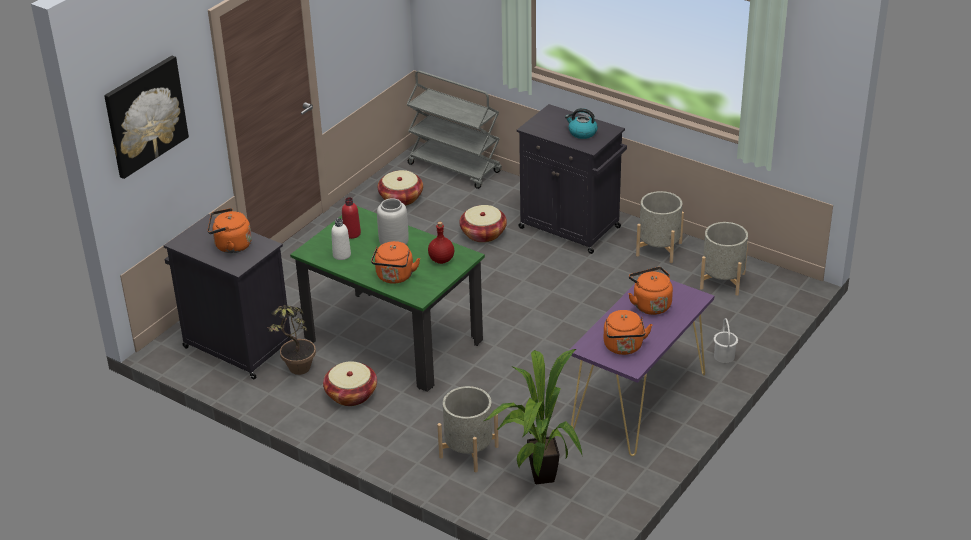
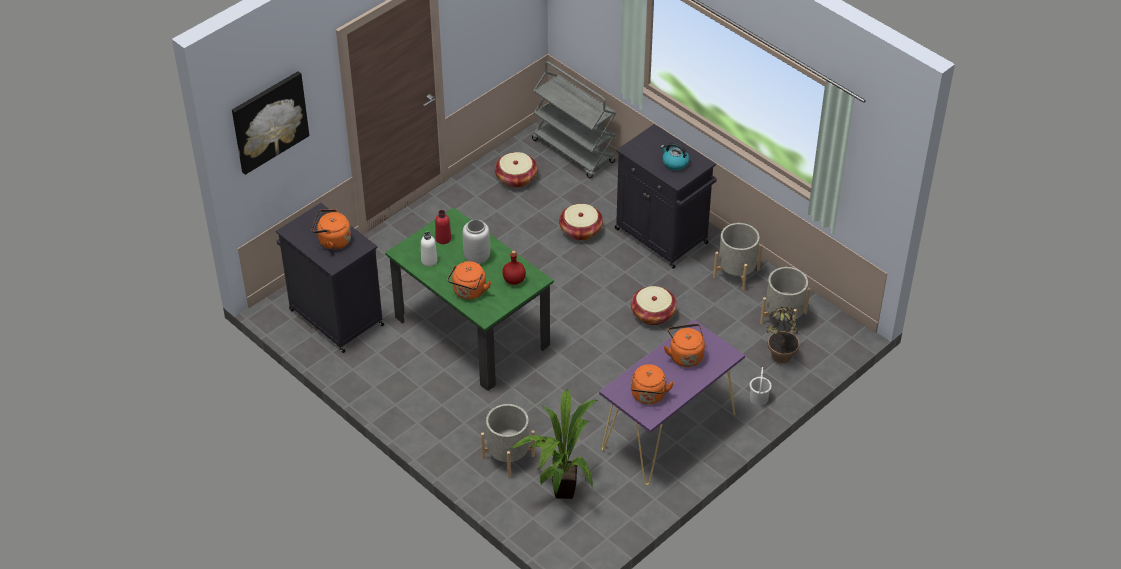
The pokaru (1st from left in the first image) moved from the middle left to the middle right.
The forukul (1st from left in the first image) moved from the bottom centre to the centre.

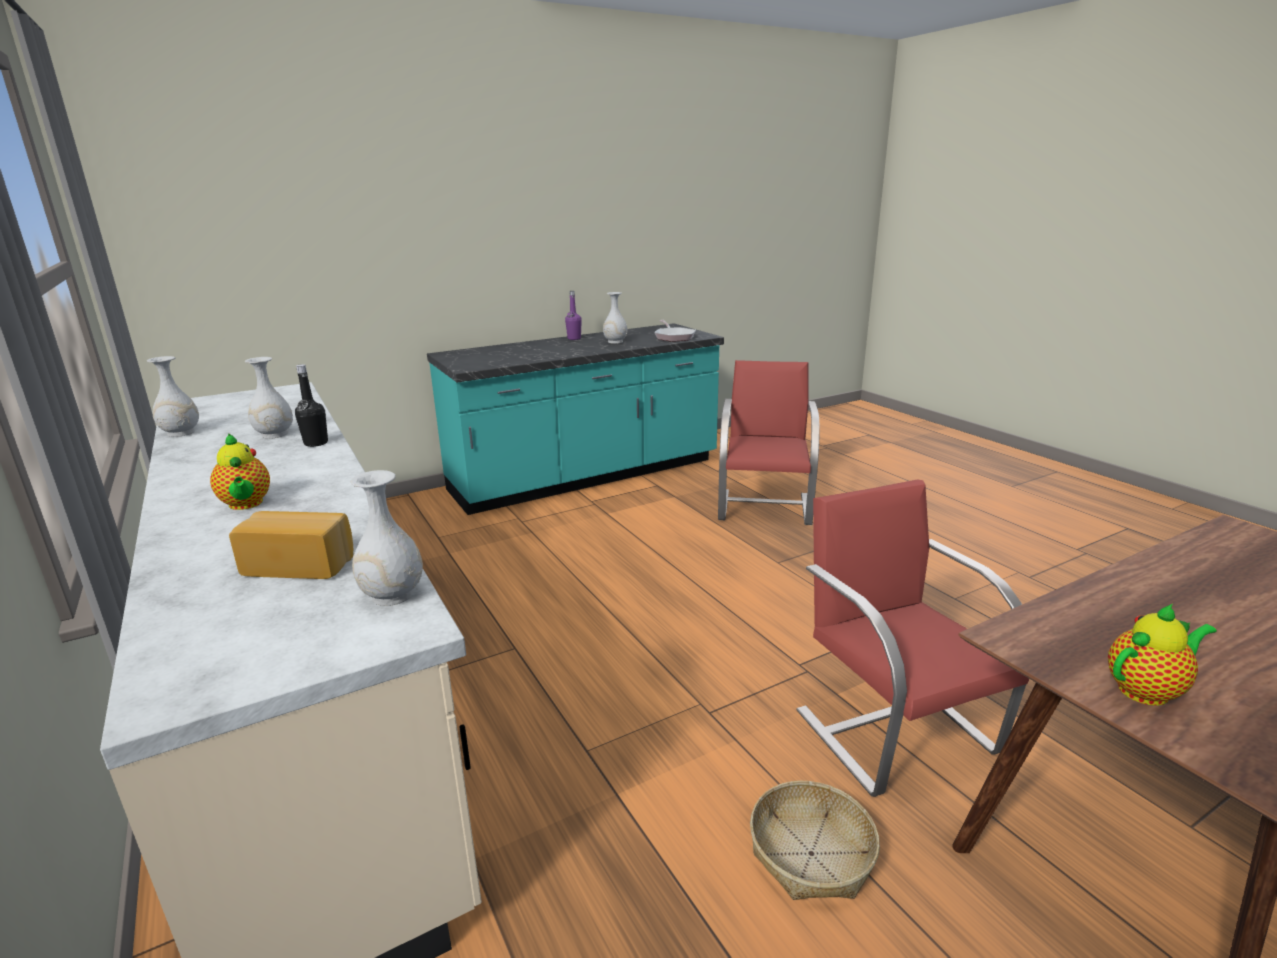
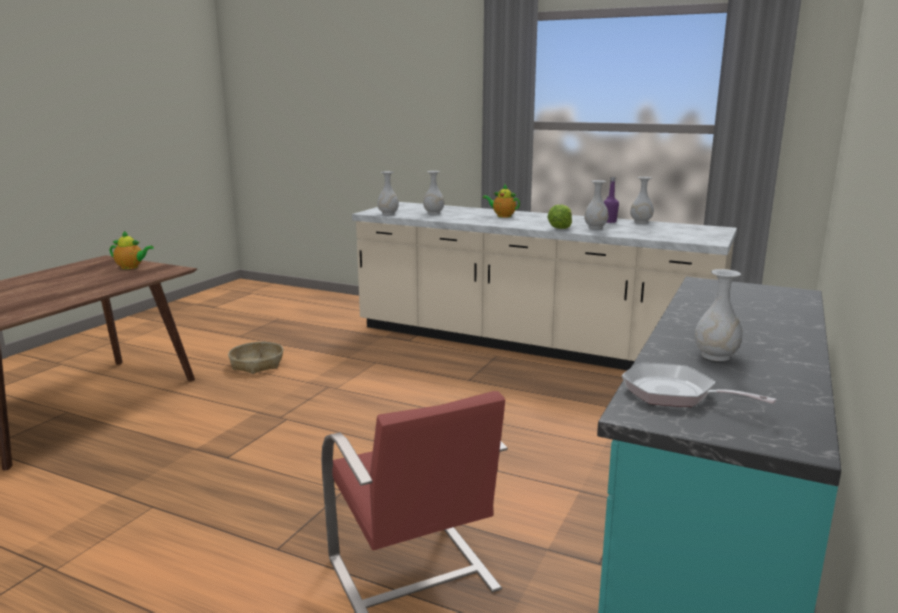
The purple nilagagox moved from the top centre to the top right.
The black nilagagox at the middle left was replaced by the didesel at the centre.
The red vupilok (2nd from left) at the middle right disappeared.
The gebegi at the middle left was replaced by the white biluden (2nd from left) at the top centre.
The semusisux (2nd from left in the first image) at the bottom right turned 120 degrees counterclockwise.

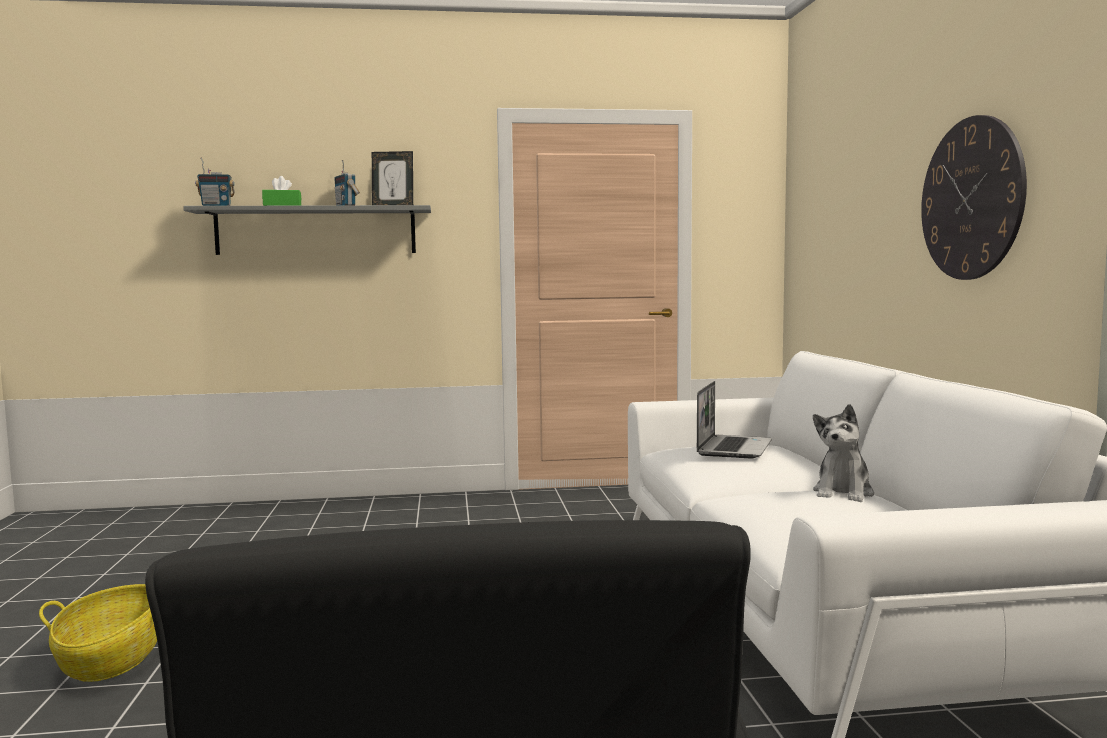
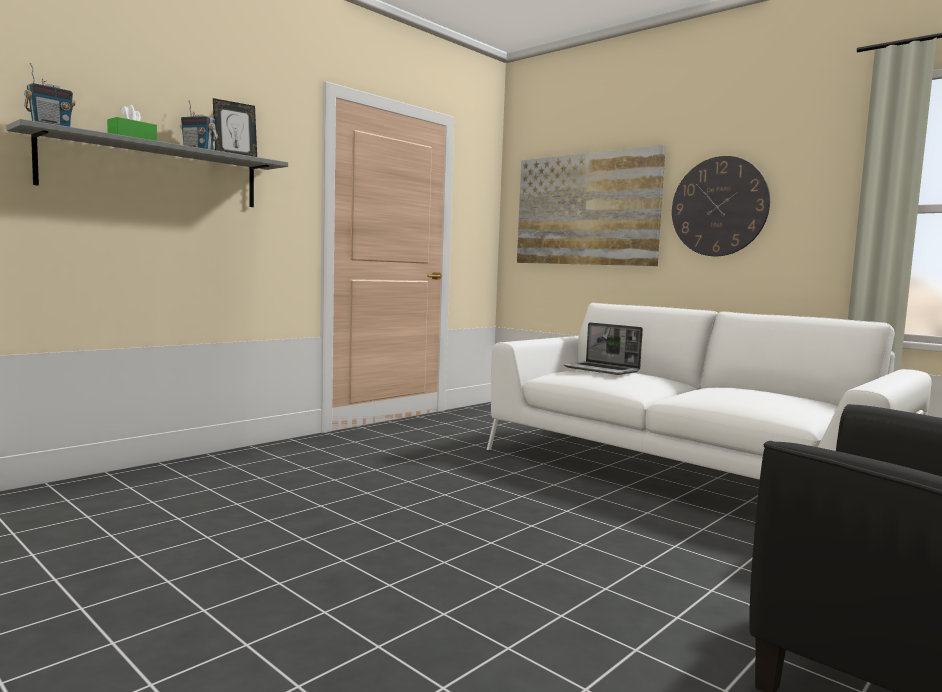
The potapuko at the centre turned 150 degrees clockwise.
The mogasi at the middle right disappeared.
The forukul at the bottom left disappeared.
The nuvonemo at the top centre appeared.

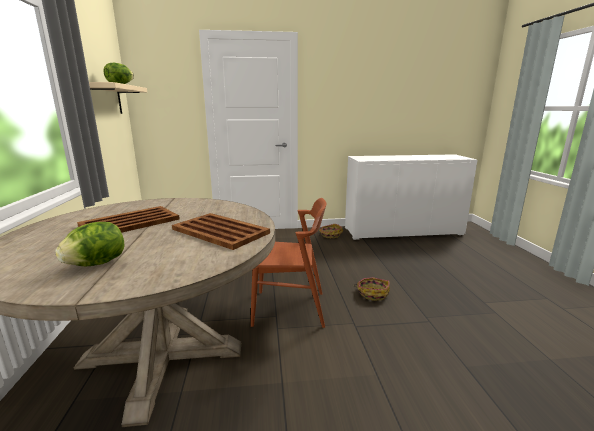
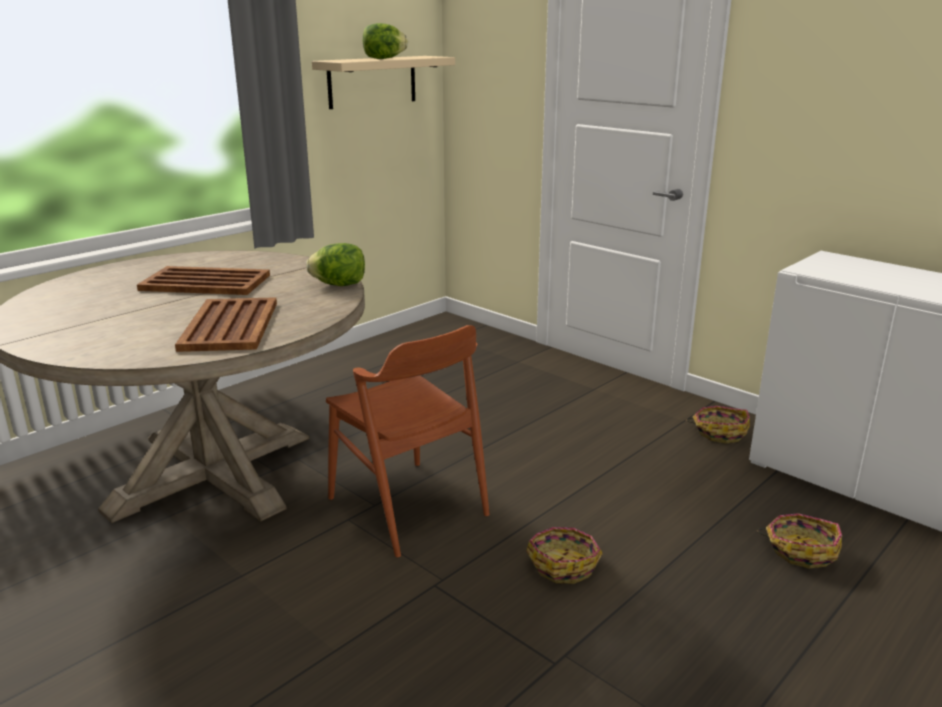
The didesel (1st from left) moved from the middle left to the centre.
The forukul (3rd from left) at the bottom right appeared.

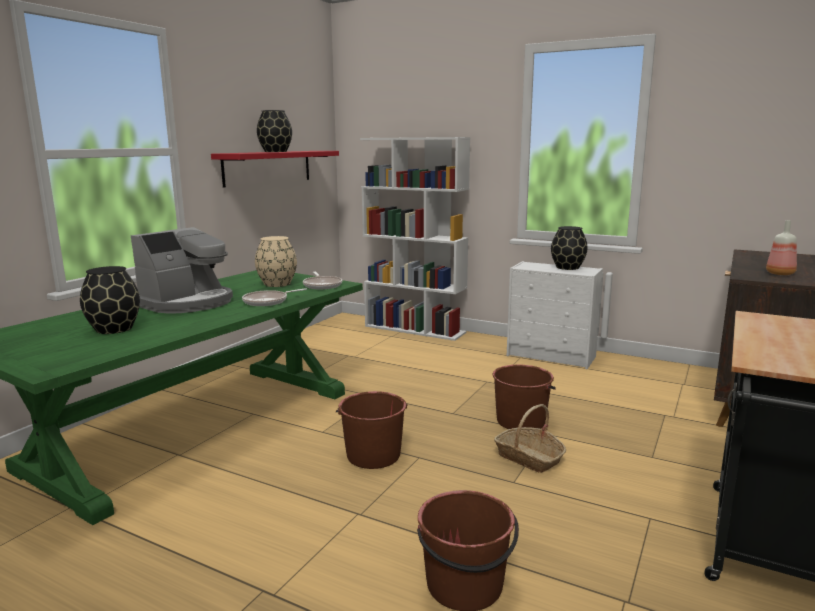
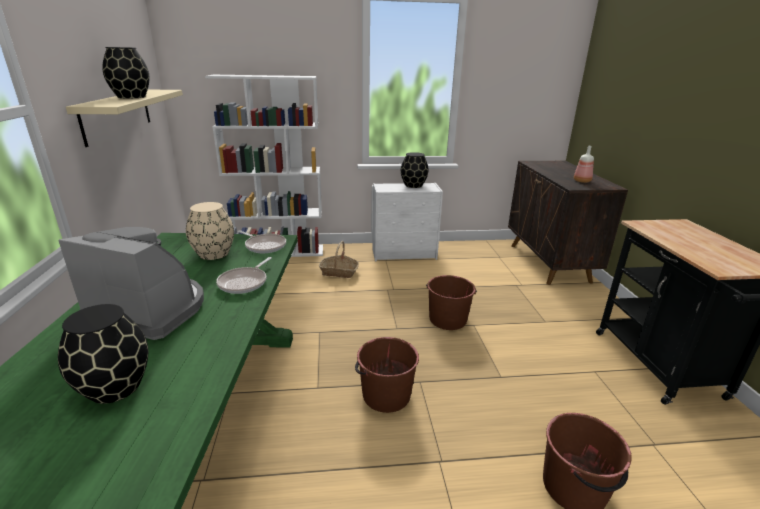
The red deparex at the top centre became the beige deparex at the top left.
The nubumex at the middle left turned 75 degrees counterclockwise.
The forukul moved from the bottom centre to the centre.

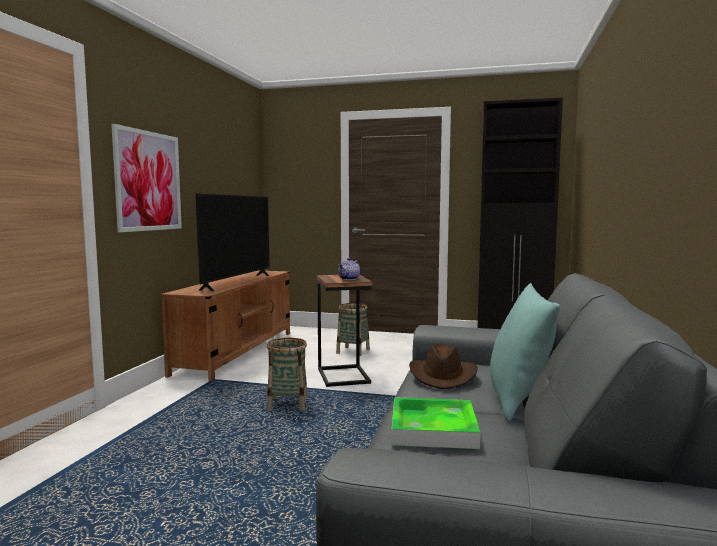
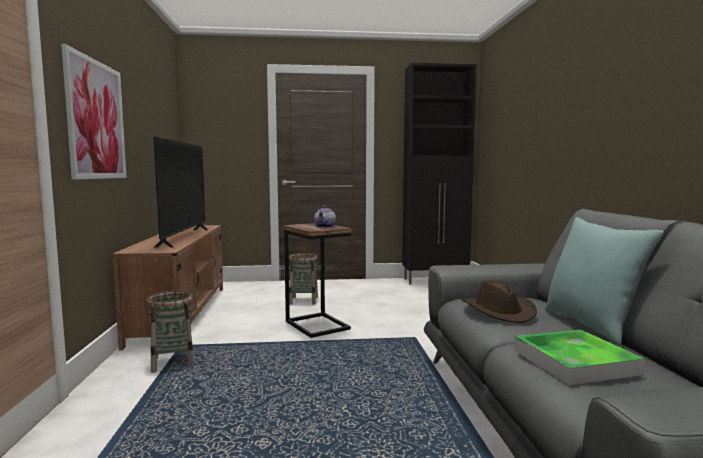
The forukul (1st from left) moved from the bottom centre to the bottom left.

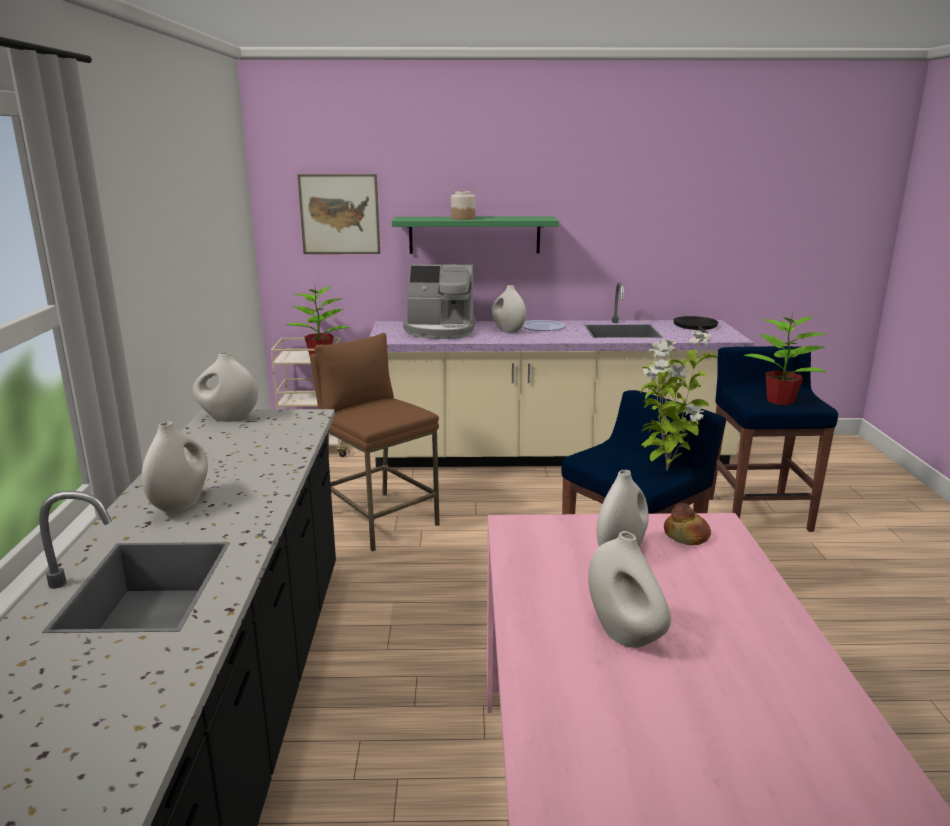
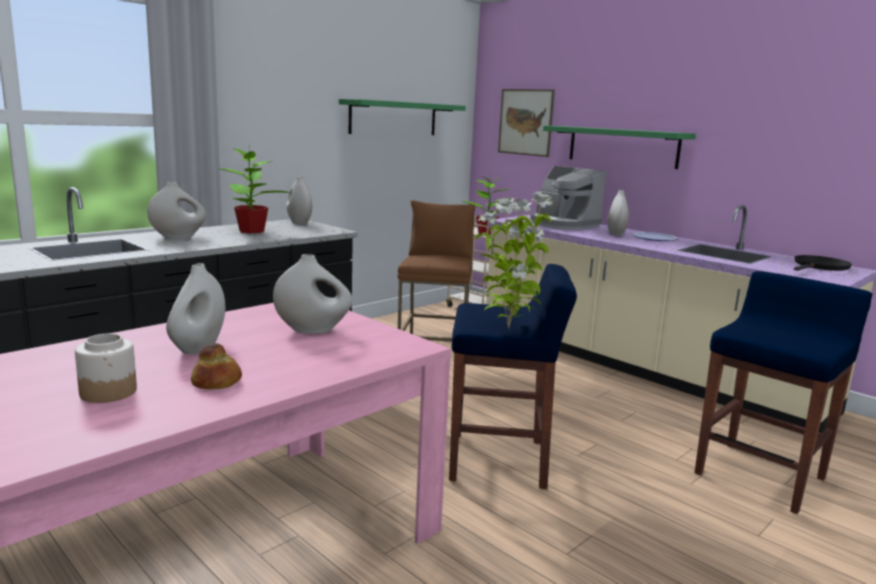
The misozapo moved from the top centre to the middle left.
The pokaru (3rd from left in the first image) moved from the middle right to the top left.
The gebegi moved from the middle right to the middle left.
The green deparex (1st from left) at the top centre appeared.

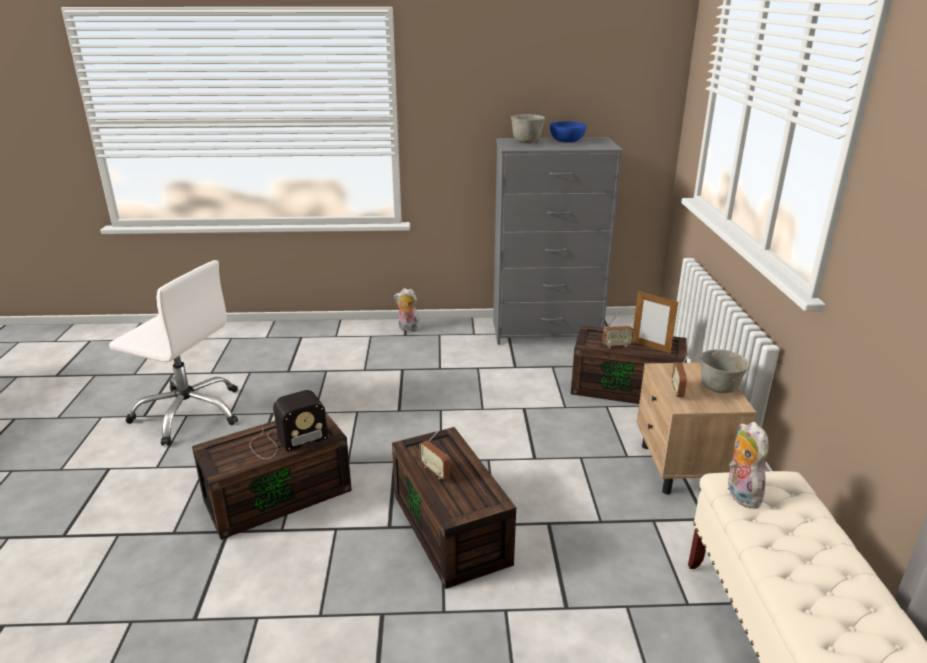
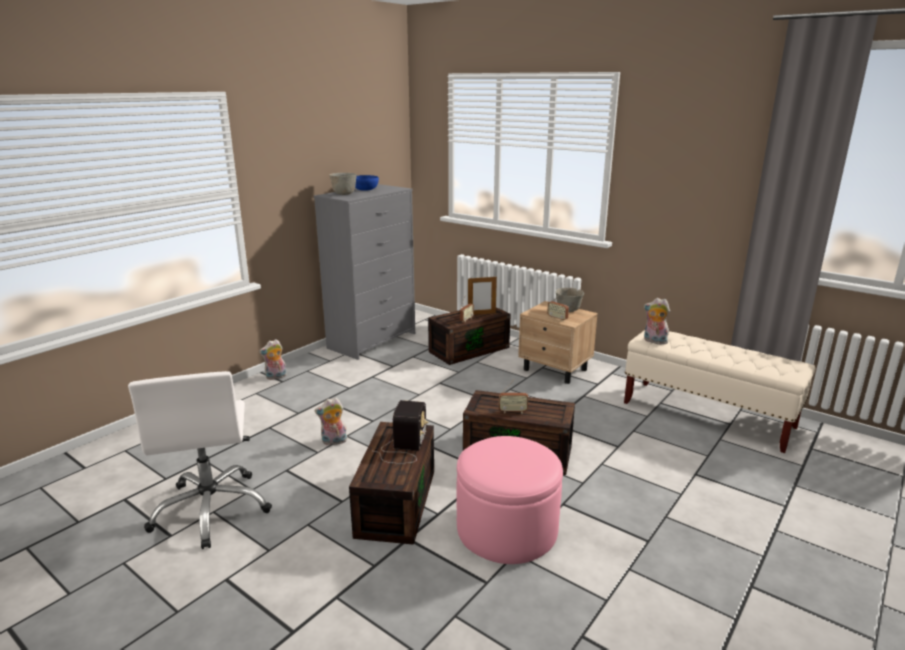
The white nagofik at the middle left turned 105 degrees clockwise.
The mogasi (2nd from left) at the centre appeared.
The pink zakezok at the bottom centre appeared.

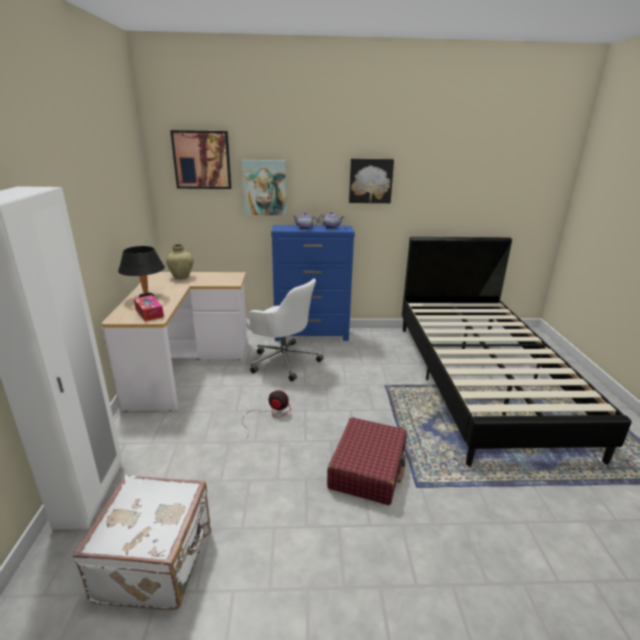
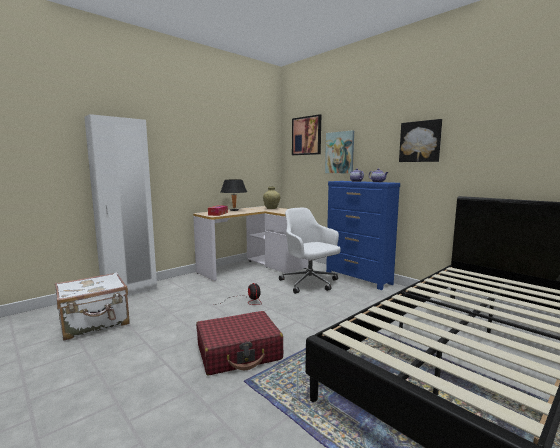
The white nagofik at the centre turned 150 degrees clockwise.

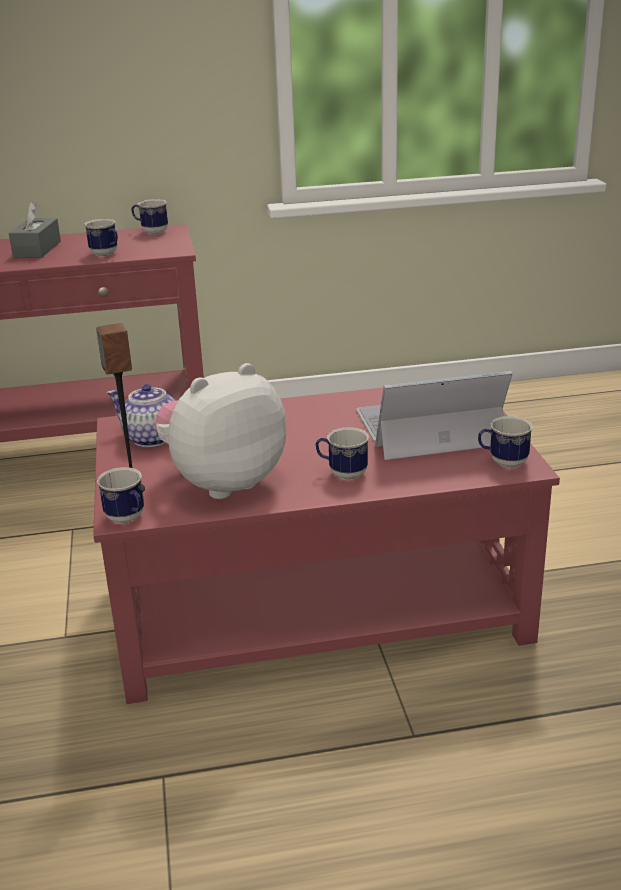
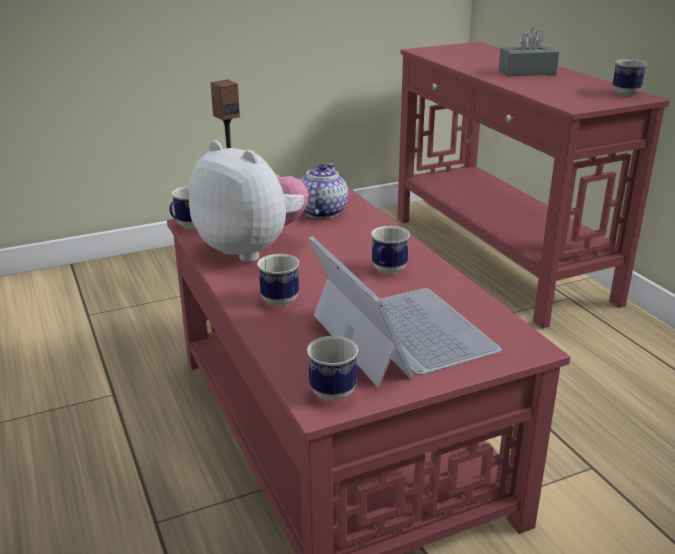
The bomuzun (1st from left in the first image) moved from the top left to the centre.

